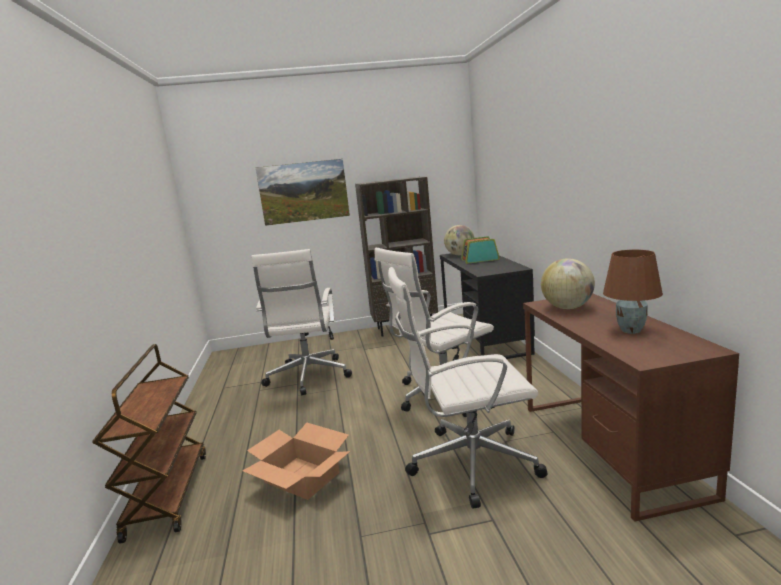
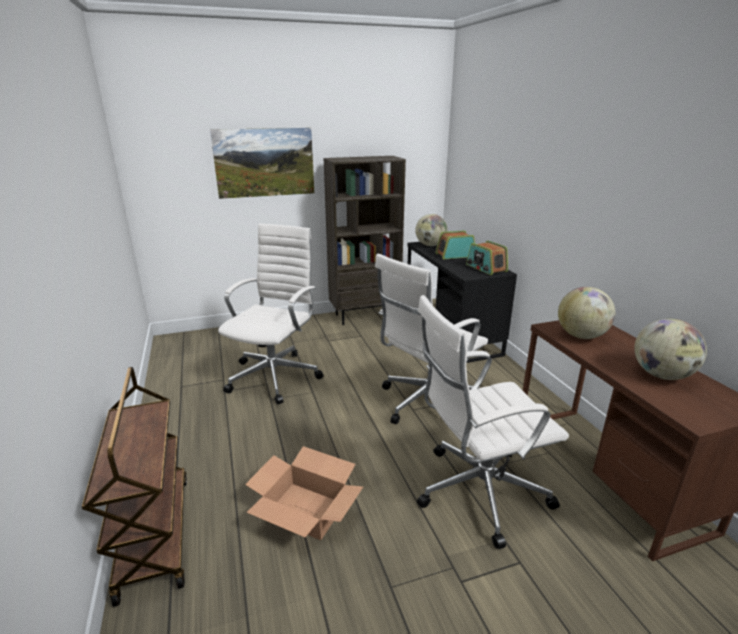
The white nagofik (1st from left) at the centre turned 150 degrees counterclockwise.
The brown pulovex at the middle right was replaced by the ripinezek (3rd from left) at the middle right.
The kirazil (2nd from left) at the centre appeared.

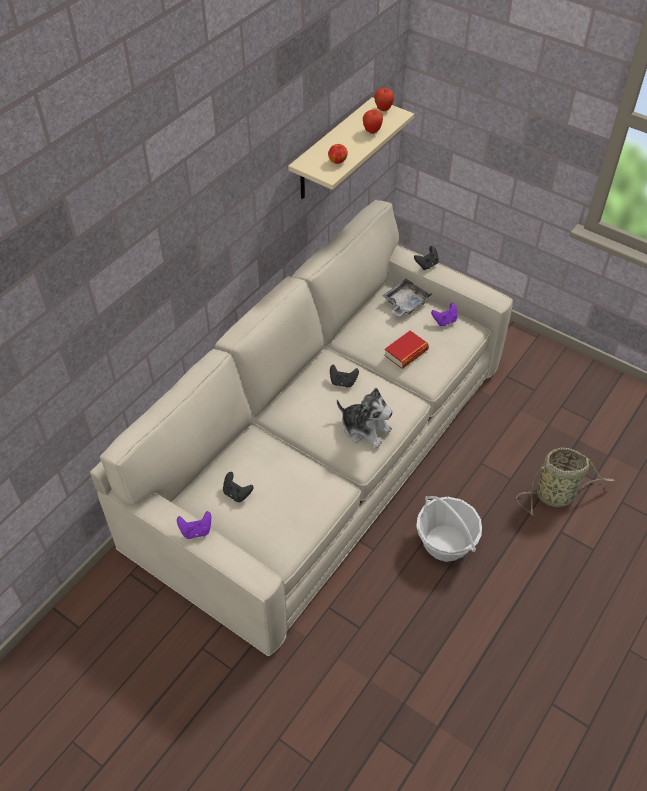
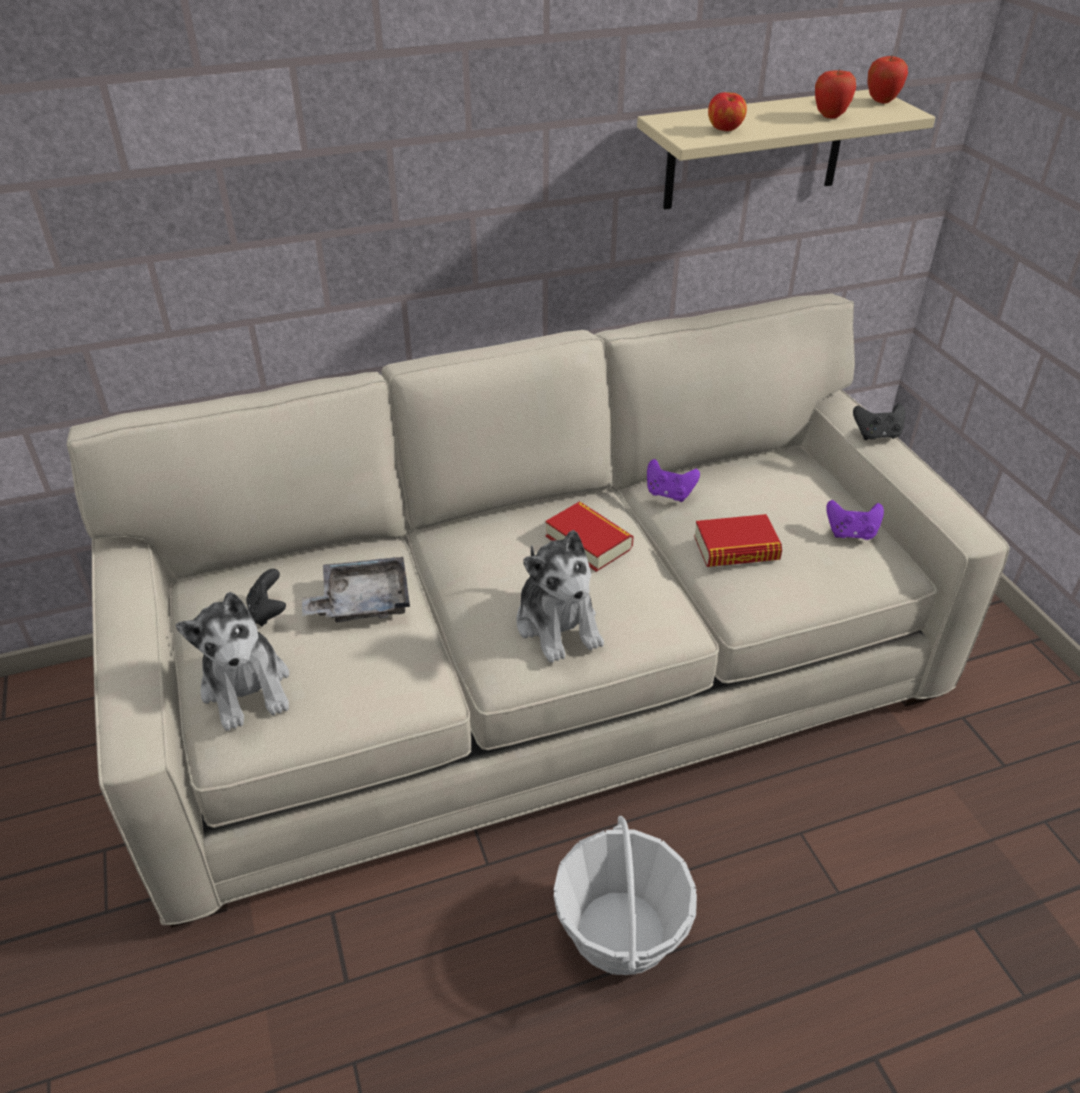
The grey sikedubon moved from the centre to the middle left.
The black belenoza (2nd from left) at the centre was replaced by the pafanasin (1st from left) at the centre.
The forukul (2nd from left) at the middle right disappeared.
The purple belenoza (1st from left) moved from the middle left to the centre.
The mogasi (1st from left) at the middle left appeared.

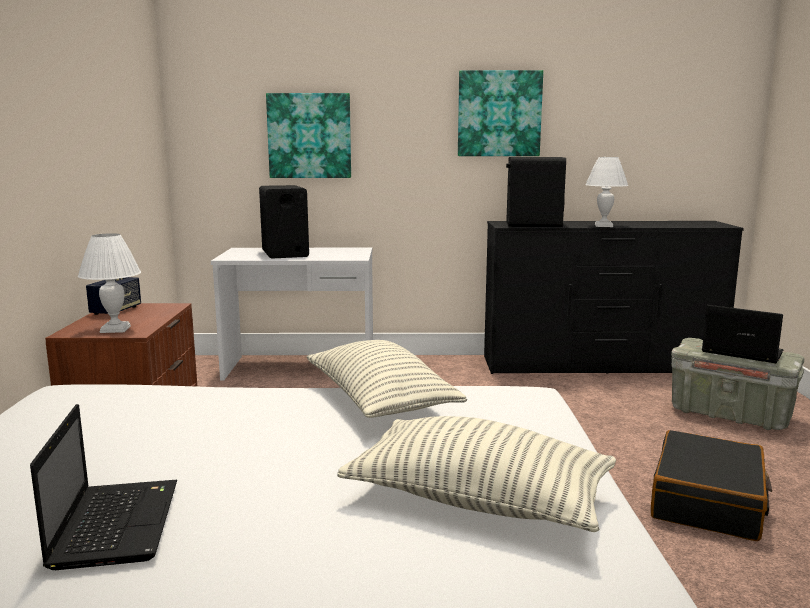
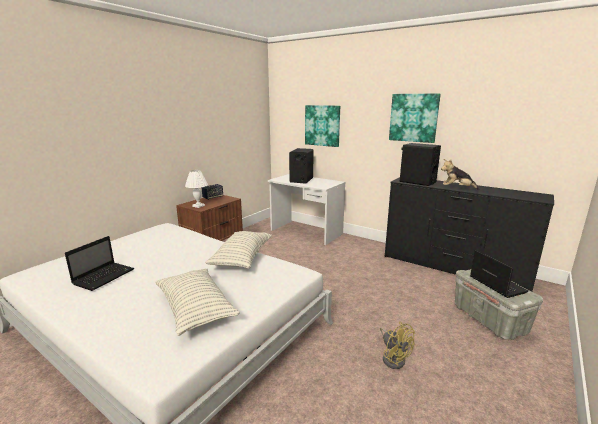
The white pulovex (2nd from left) at the top right was replaced by the mogasi at the middle right.
The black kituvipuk at the bottom right was replaced by the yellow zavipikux at the bottom centre.

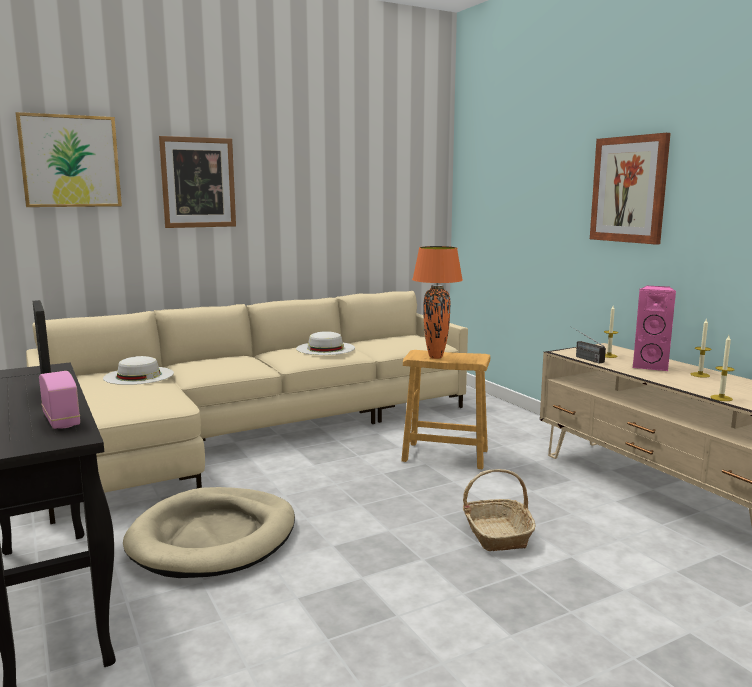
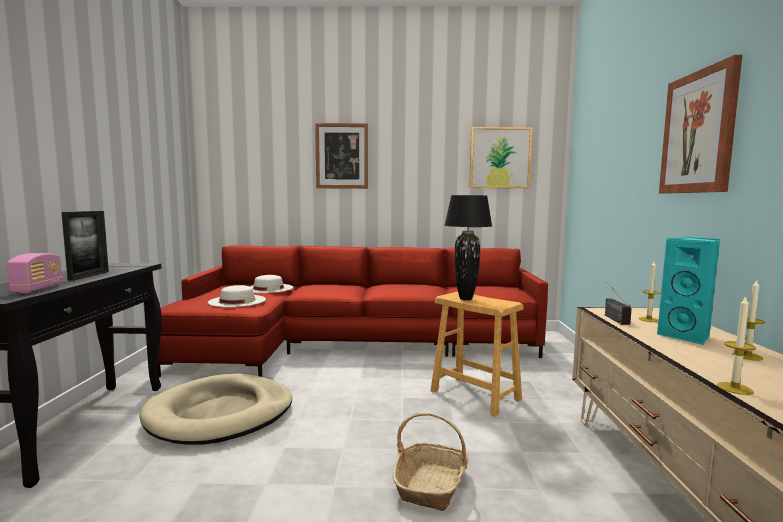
The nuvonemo (1st from left in the first image) moved from the top left to the top centre.
The orange pulovex at the centre became the black pulovex at the centre.
The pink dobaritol at the middle right became the turquoise dobaritol at the middle right.
The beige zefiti at the middle left became the red zefiti at the centre.
The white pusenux (2nd from left in the first image) moved from the centre to the middle left.

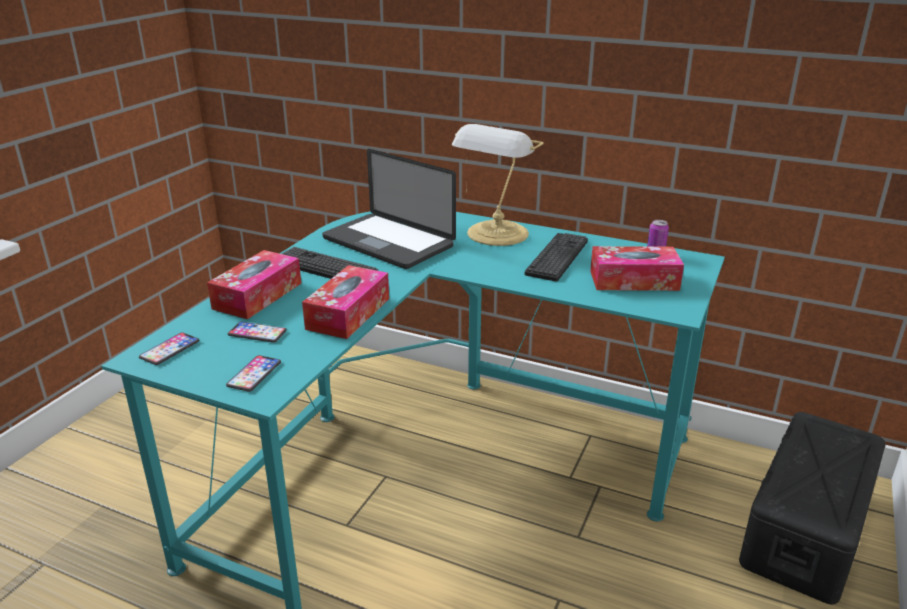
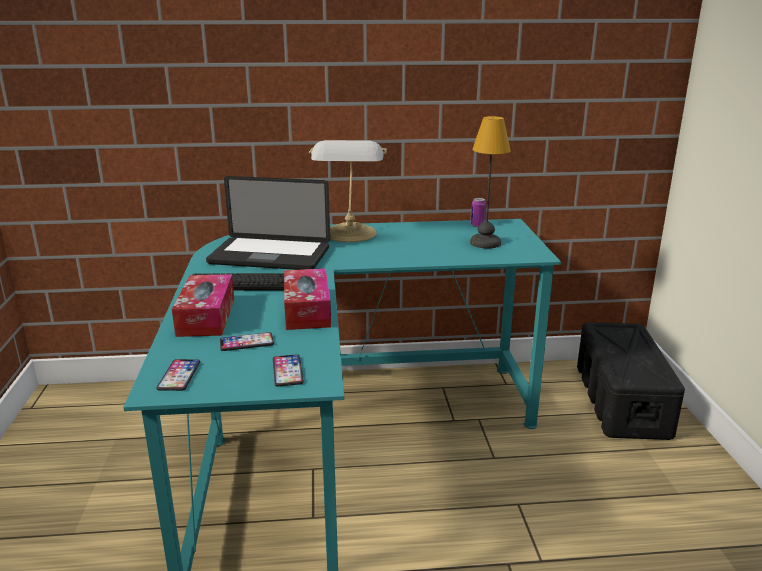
The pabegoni (2nd from left) at the centre disappeared.
The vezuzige (3rd from left) at the middle right was replaced by the pulovex (2nd from left) at the top centre.

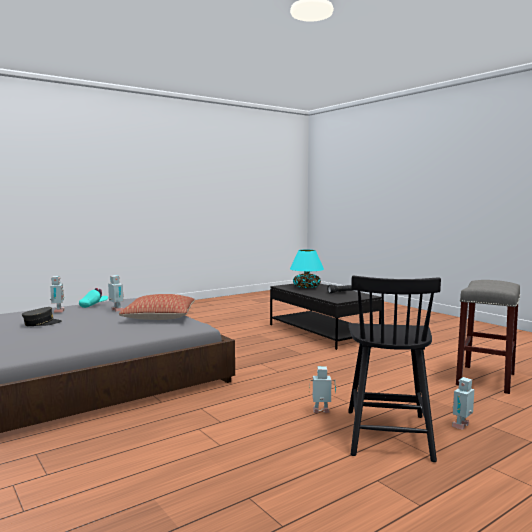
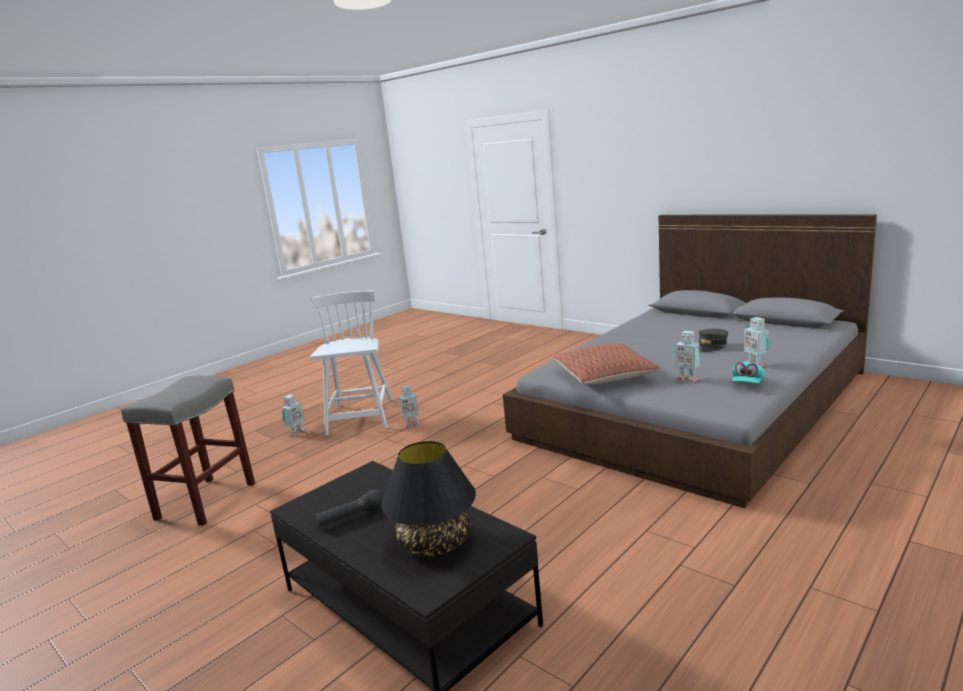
The turquoise pulovex at the centre became the black pulovex at the bottom centre.
The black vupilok at the bottom right became the white vupilok at the centre.

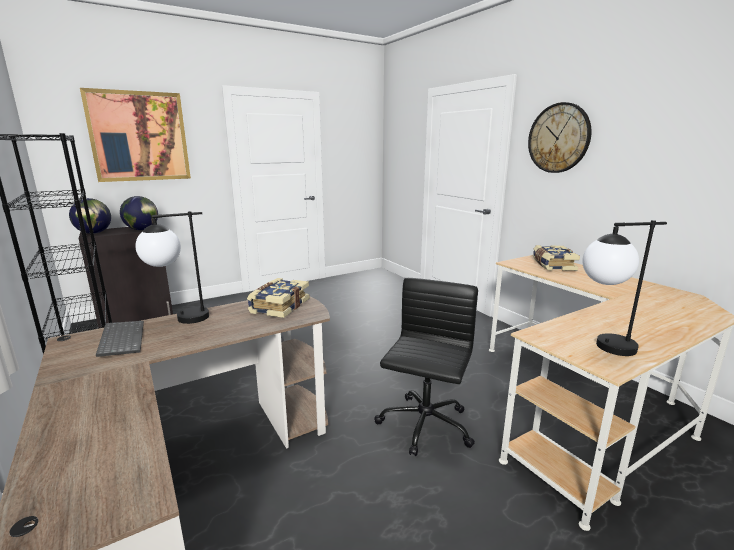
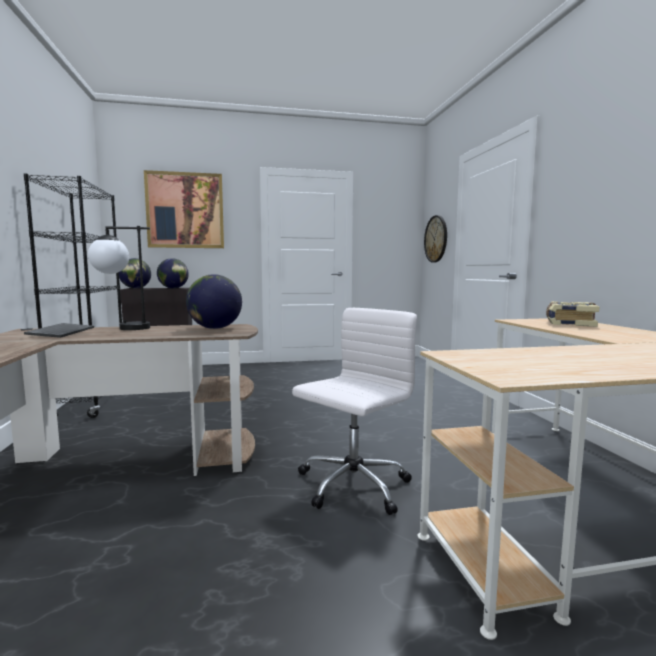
The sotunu moved from the top right to the centre.
The pulovex (2nd from left) at the middle right disappeared.
The pafanasin (1st from left) at the centre was replaced by the ripinezek (3rd from left) at the middle left.
The black nagofik at the bottom centre became the white nagofik at the centre.

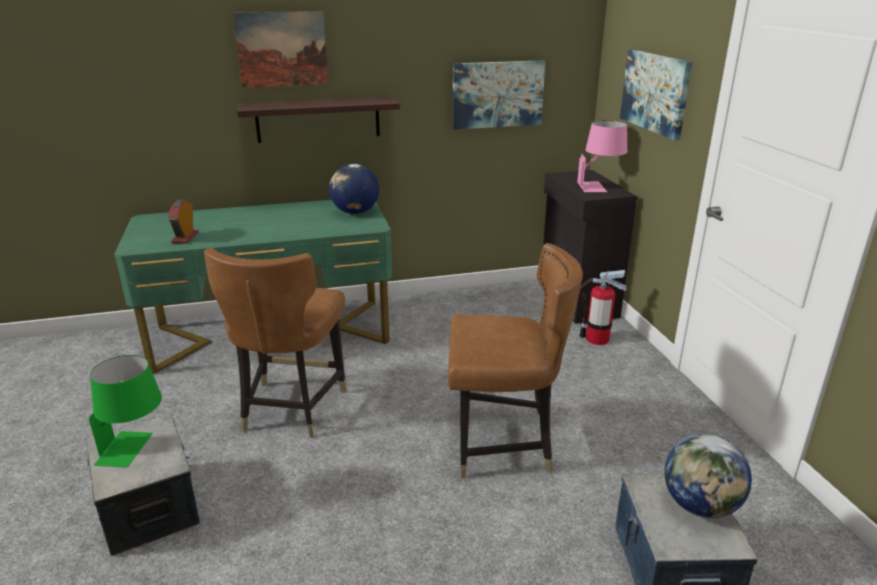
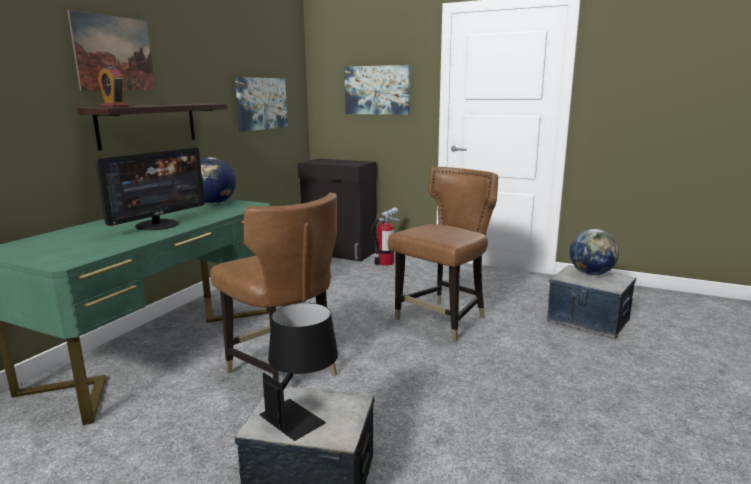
The pink pulovex at the top right disappeared.
The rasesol moved from the middle left to the top left.
The green pulovex at the bottom left became the black pulovex at the bottom centre.
The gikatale at the middle left appeared.

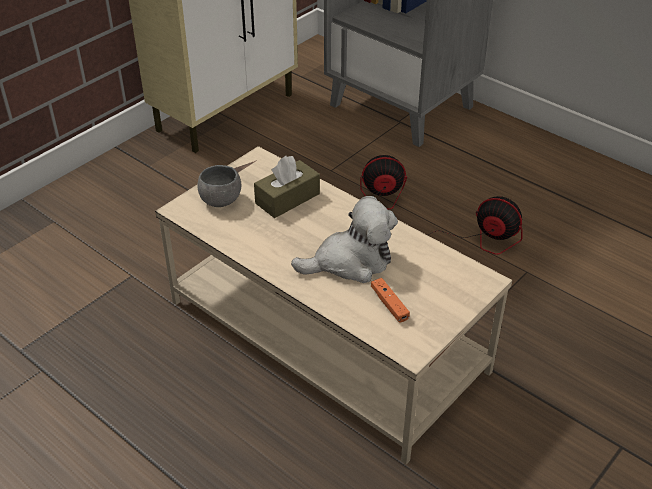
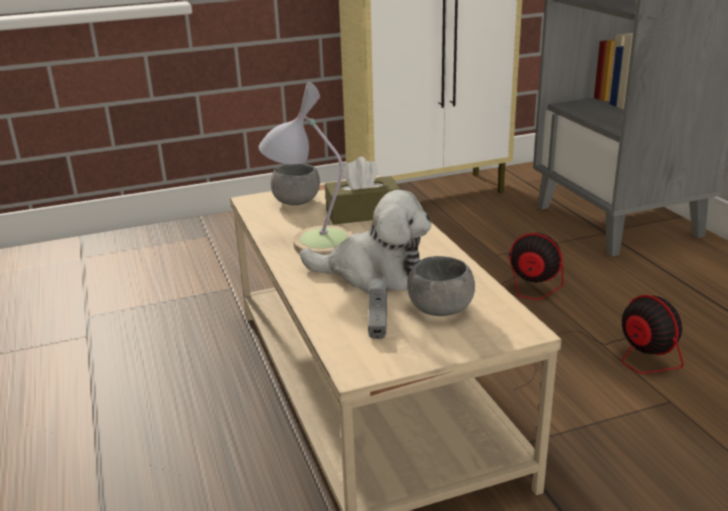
The orange belenoza at the centre became the grey belenoza at the centre.
The pulovex at the top centre appeared.
The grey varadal (2nd from left) at the centre appeared.

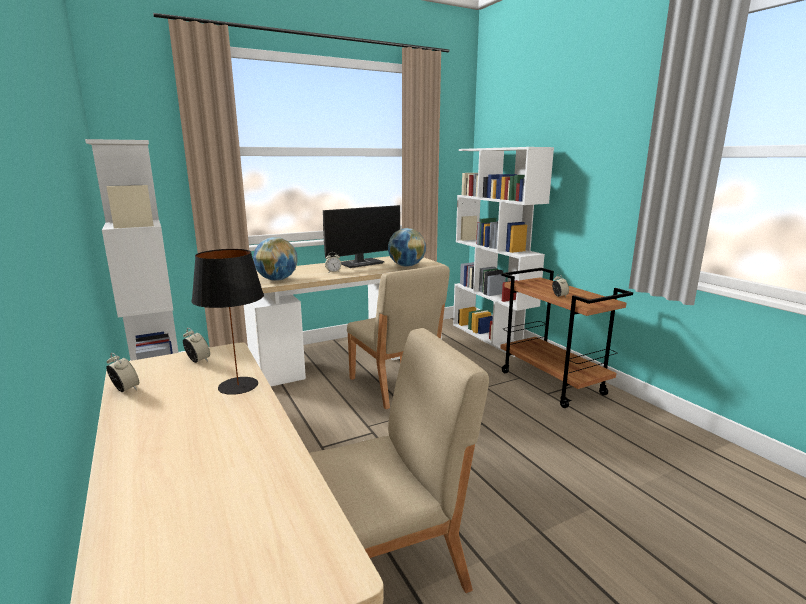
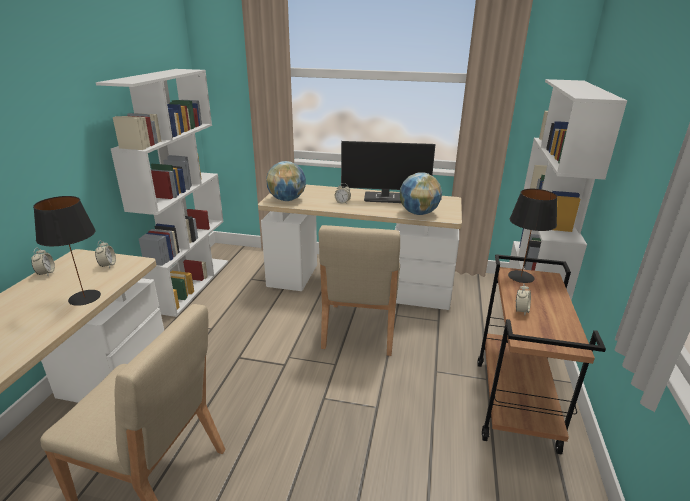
The black pulovex (2nd from left) at the middle right appeared.

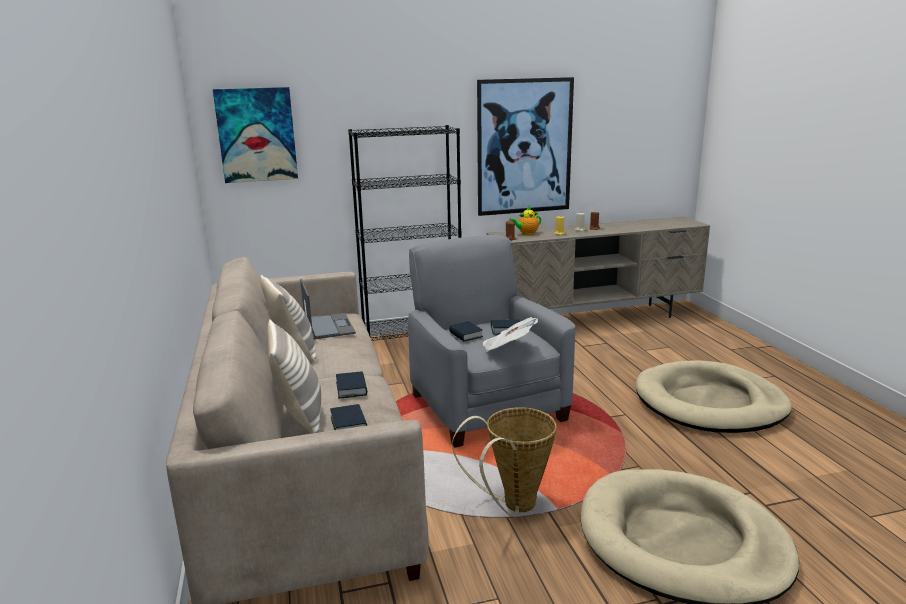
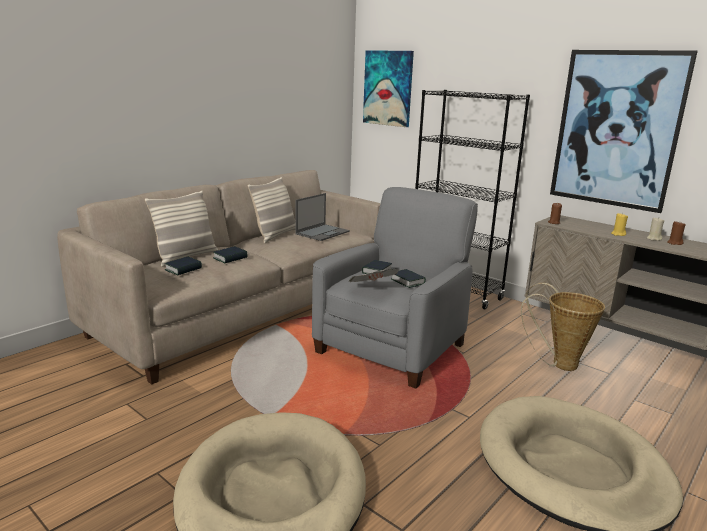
The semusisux at the centre disappeared.
The forukul moved from the bottom centre to the middle right.

